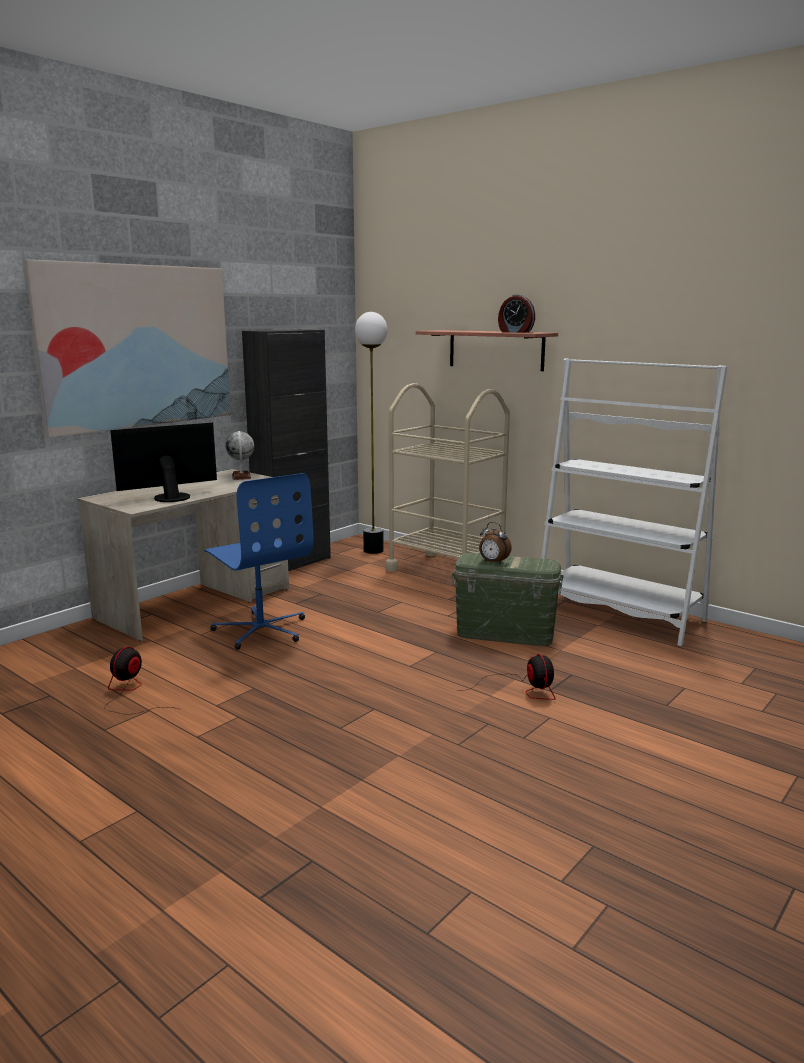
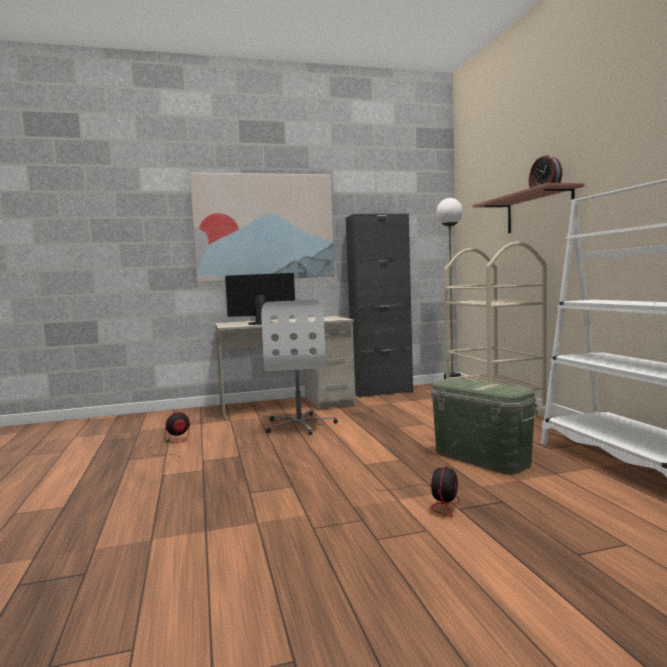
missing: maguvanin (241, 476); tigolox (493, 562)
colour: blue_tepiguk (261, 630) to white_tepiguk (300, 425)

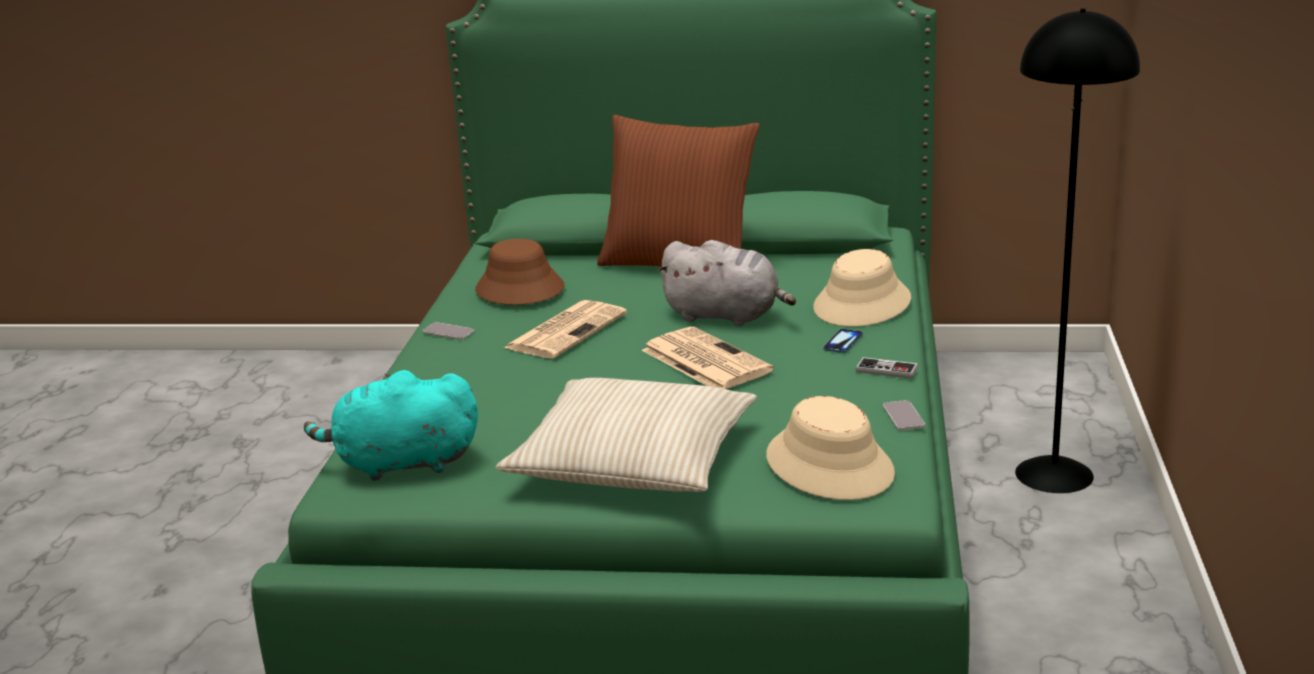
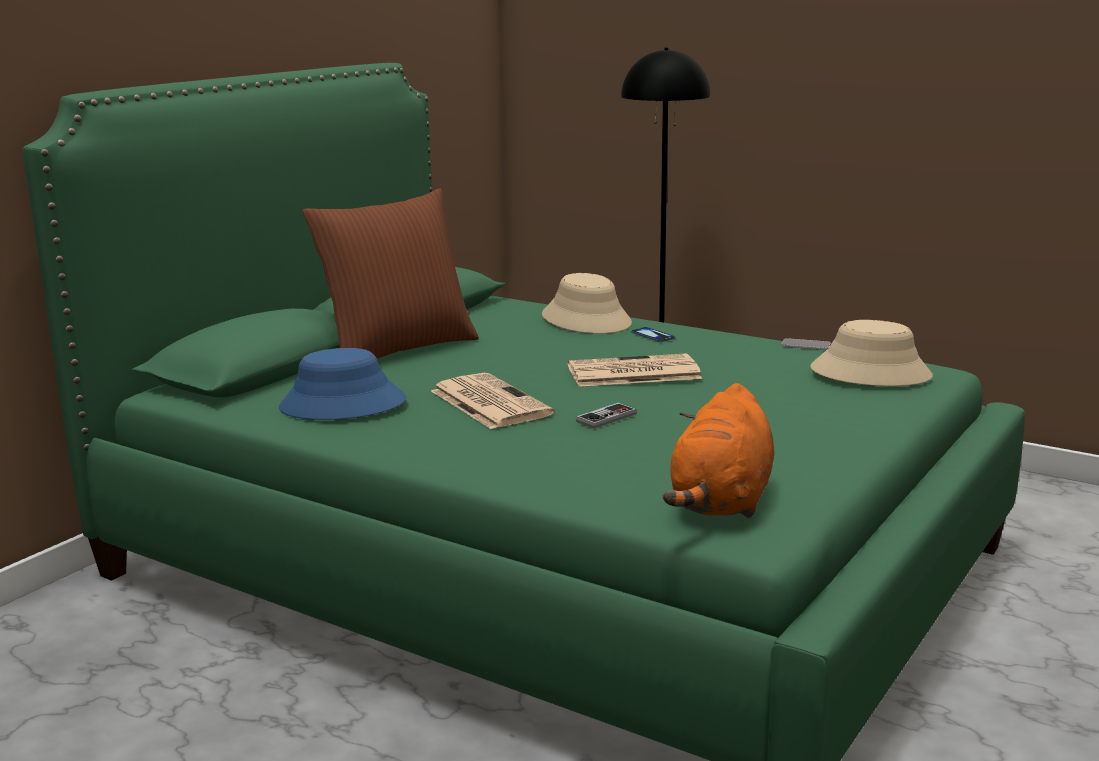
missing: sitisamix (448, 332); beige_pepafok (633, 460); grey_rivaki (726, 316)
relocated: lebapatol (886, 370) to (606, 418)
colour: turquoise_rivaki (401, 464) to orange_rivaki (721, 502); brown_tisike (519, 289) to blue_tisike (342, 405)

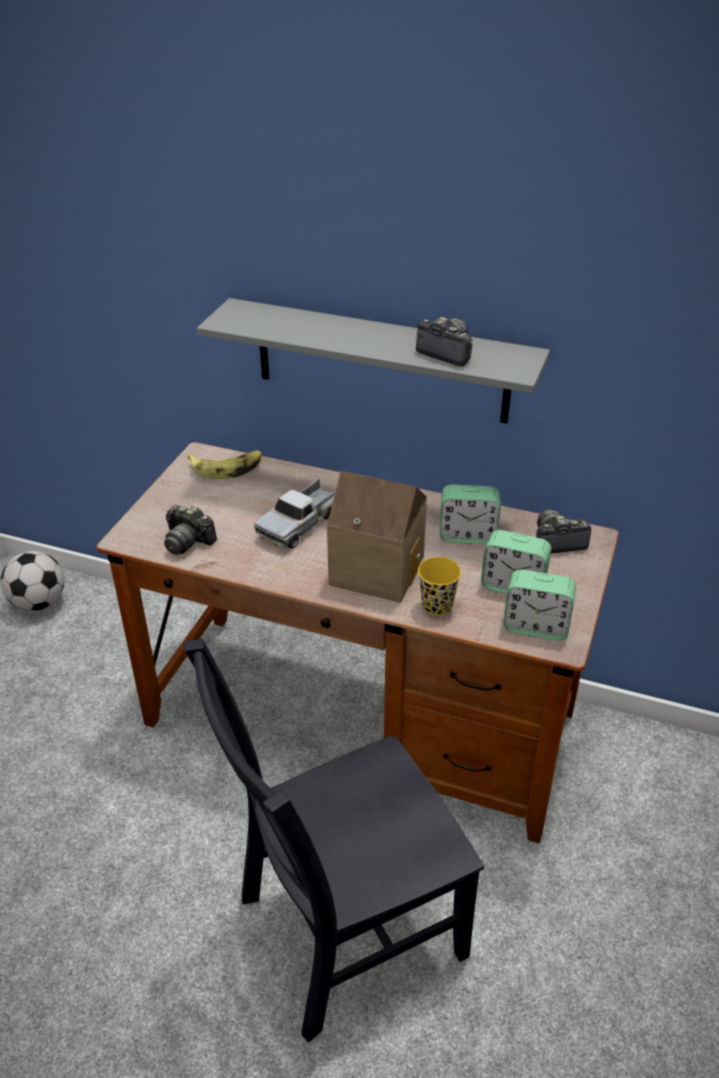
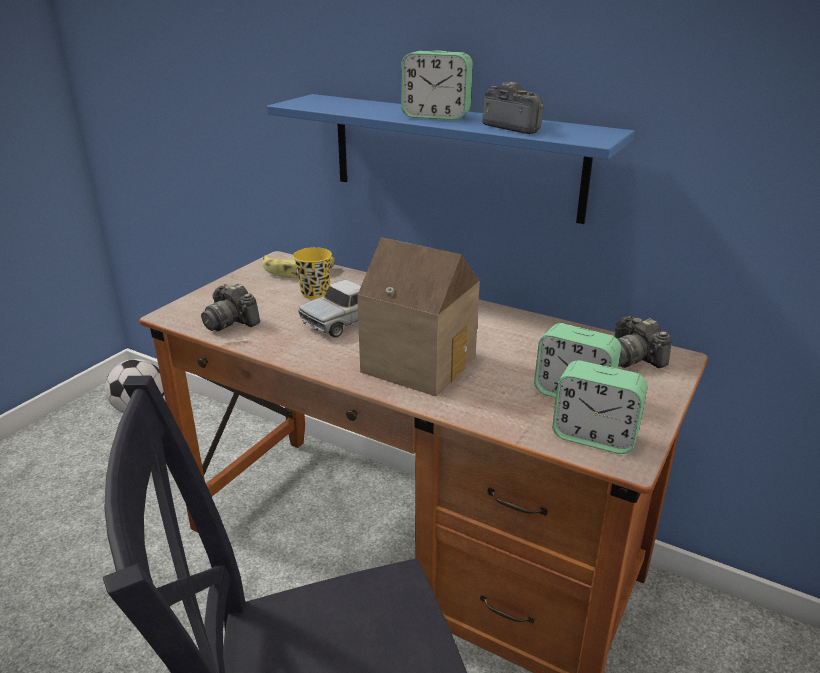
relocated: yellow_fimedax (437, 606) to (315, 293); tigolox (467, 535) to (436, 116)
colour: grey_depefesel (381, 361) to blue_depefesel (454, 156)
spun: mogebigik (557, 542) = (633, 358) 120 degrees counterclockwise

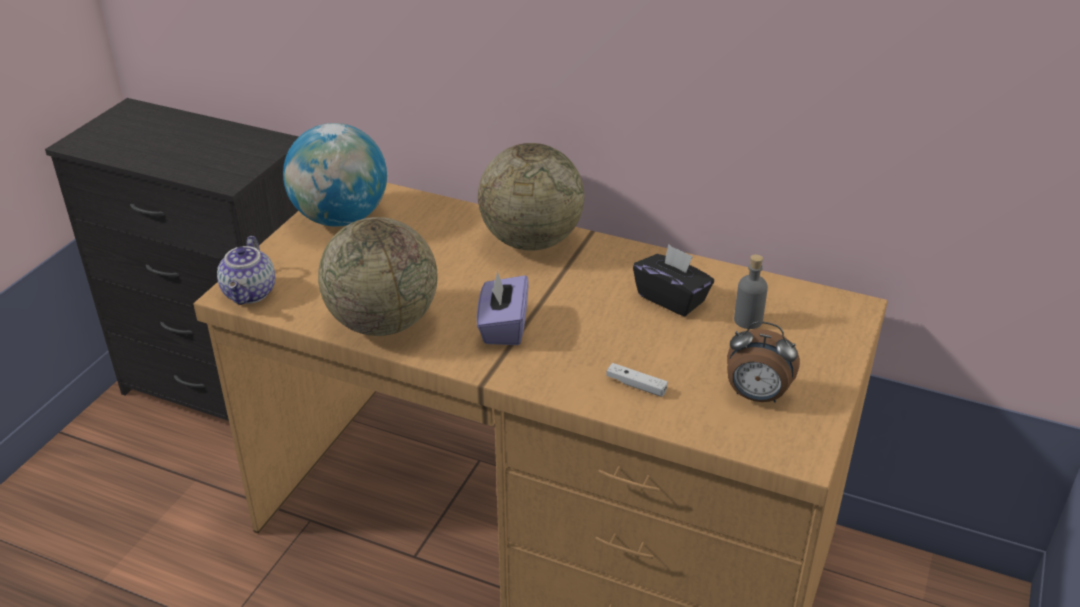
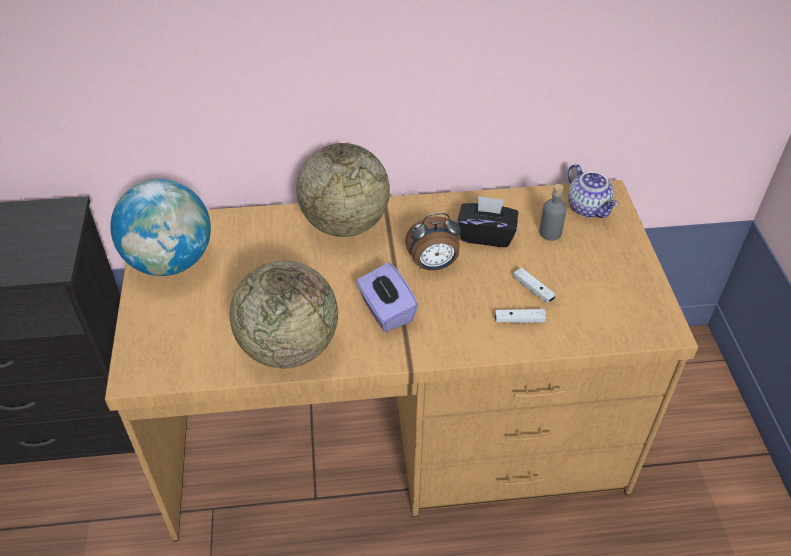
appeared: white_lebapatol (533, 289)
relocated: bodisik (251, 293) to (589, 208); tigolox (756, 396) to (433, 265)

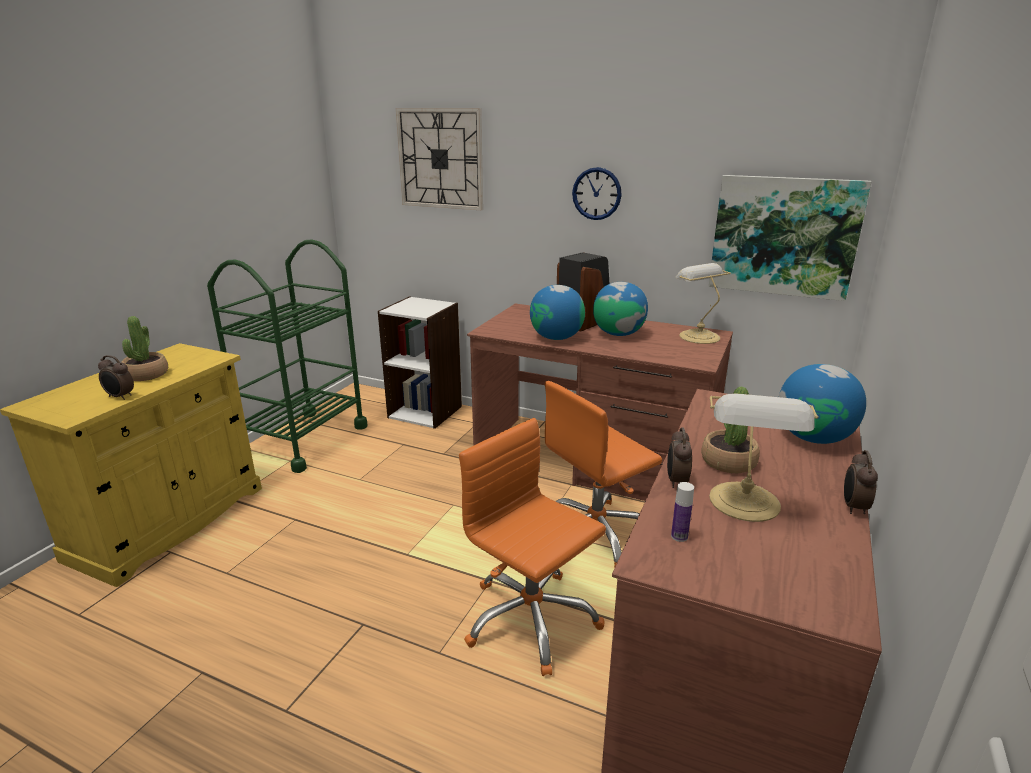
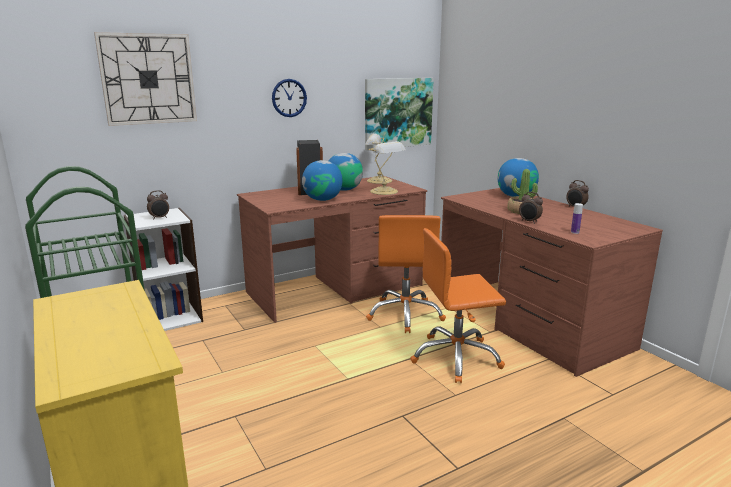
missing: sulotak (146, 374)
relocated: tigolox (120, 397) to (159, 218); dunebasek (745, 503) to (385, 191)

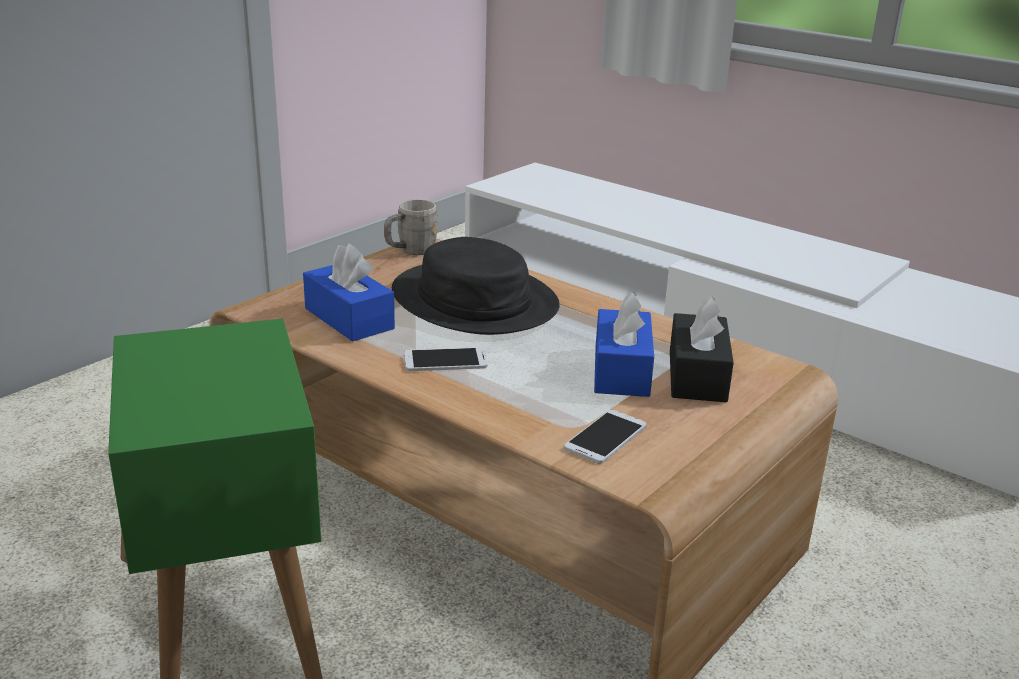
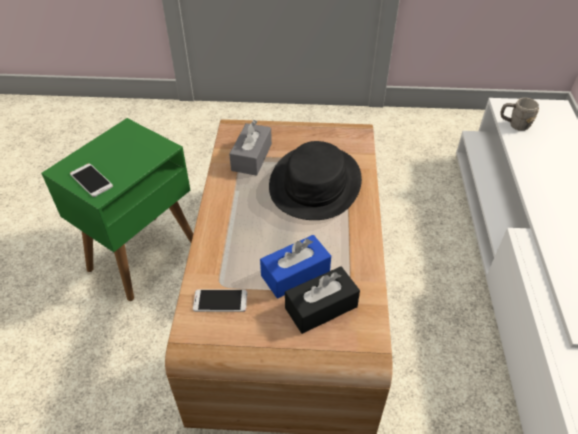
relocated: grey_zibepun (410, 251) to (514, 124); sitisamix (445, 360) to (91, 180)
colour: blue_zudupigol (349, 318) to grey_zudupigol (251, 157)

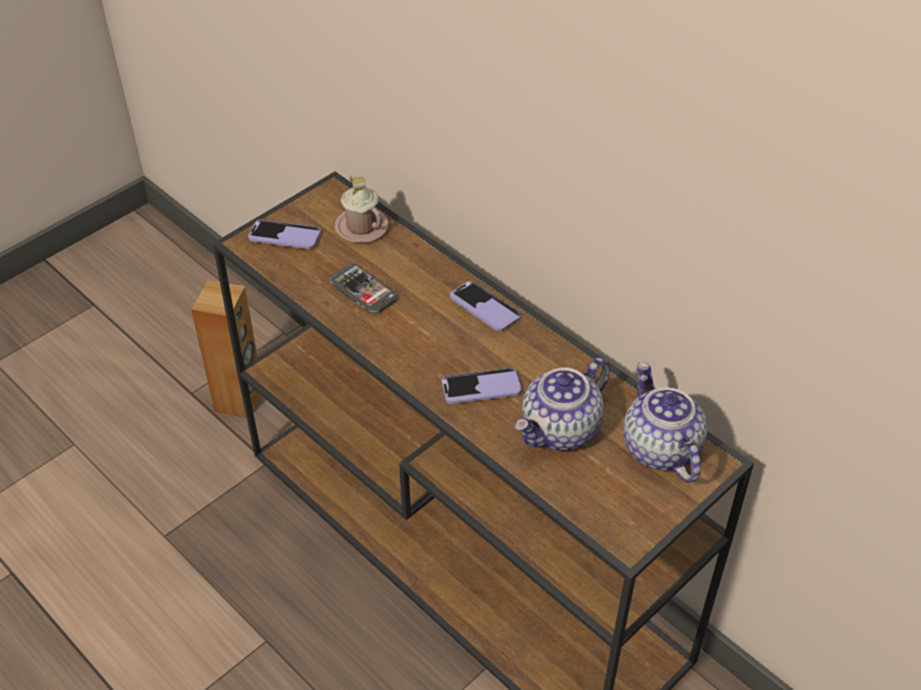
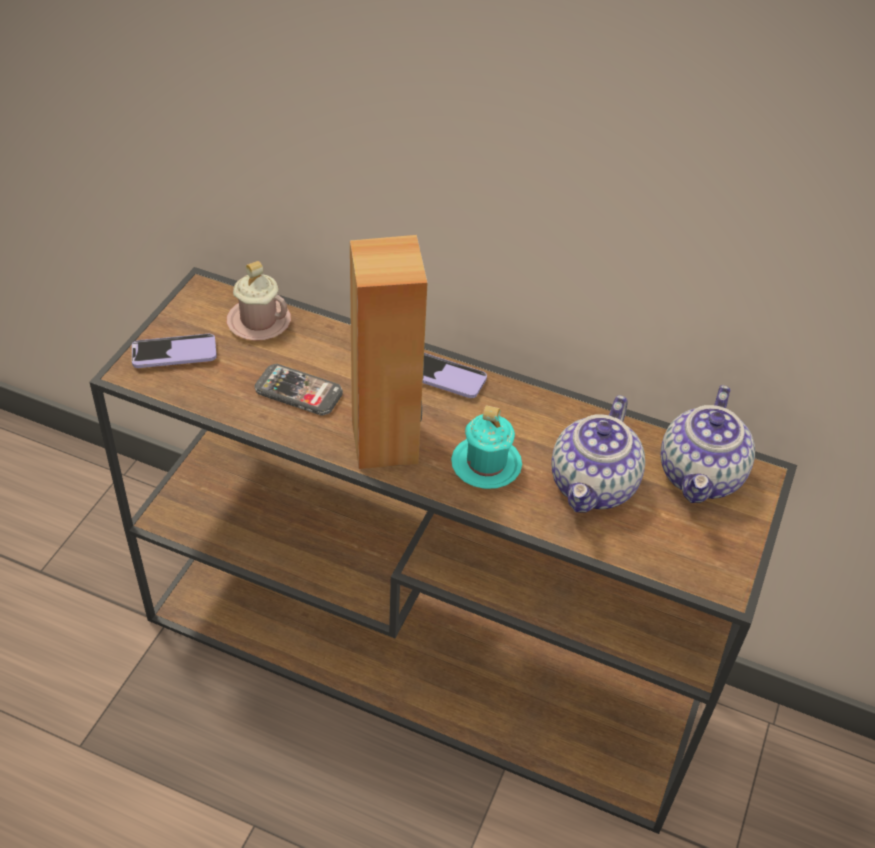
relocated: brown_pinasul (240, 400) to (386, 441)
exchanged: sitisamix (481, 388) to turquoise_zibepun (486, 464)
spun: bodisik (659, 448) = (701, 476) 120 degrees counterclockwise

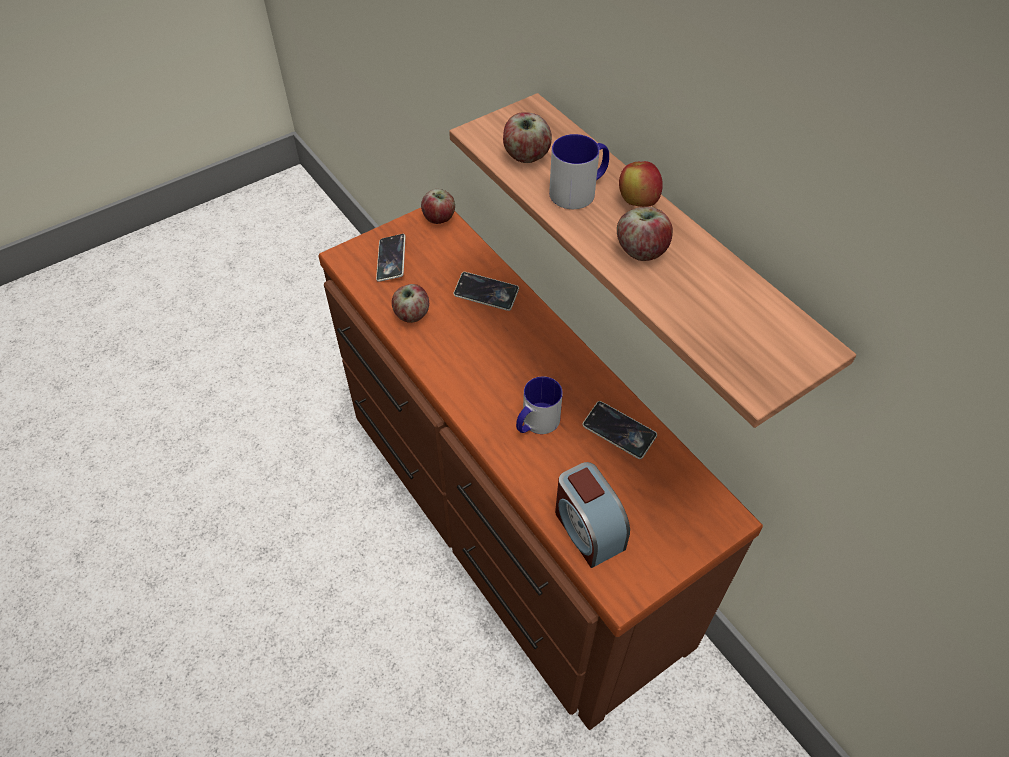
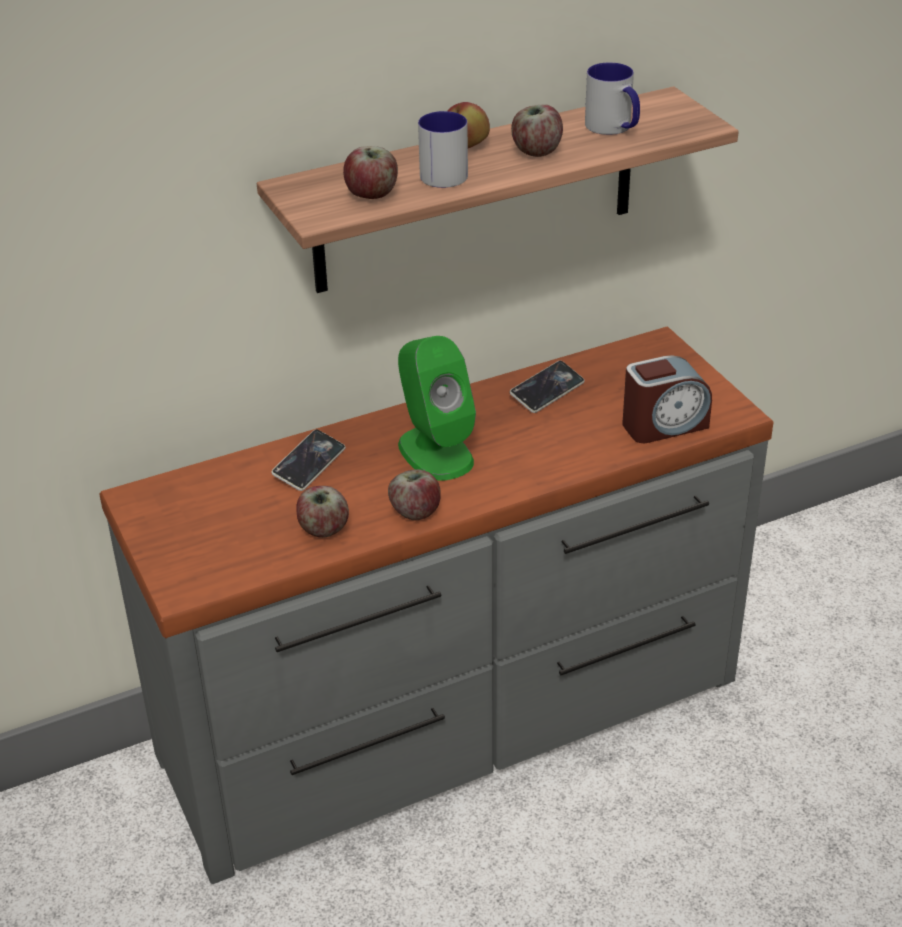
missing: sitisamix (391, 260)
appeared: green_pinasul (435, 452)
relocated: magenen (439, 218) to (415, 511); zibepun (536, 423) to (614, 128)
colour: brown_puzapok (507, 521) to grey_puzapok (454, 721)

